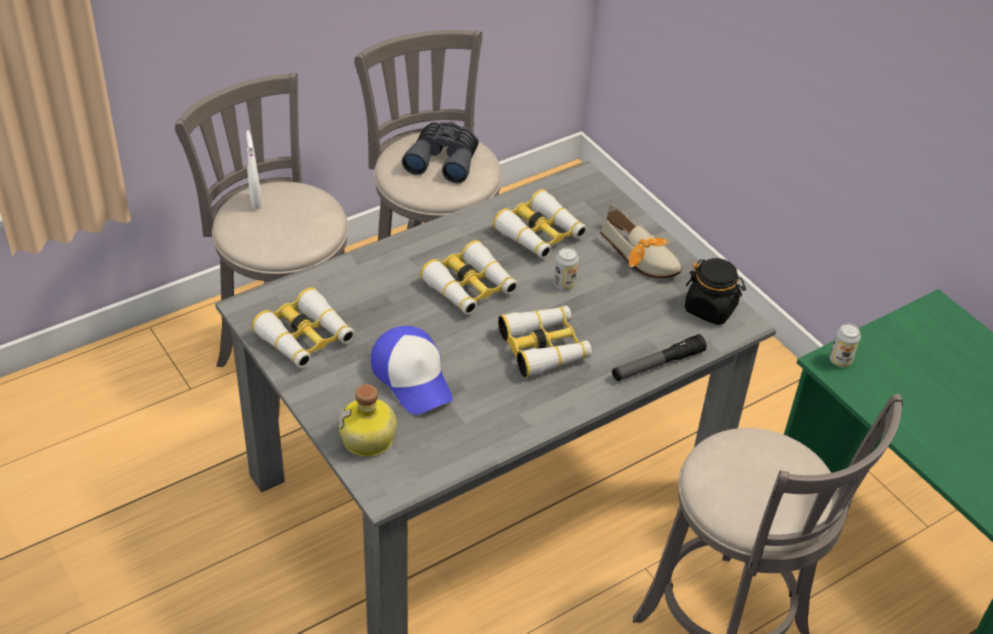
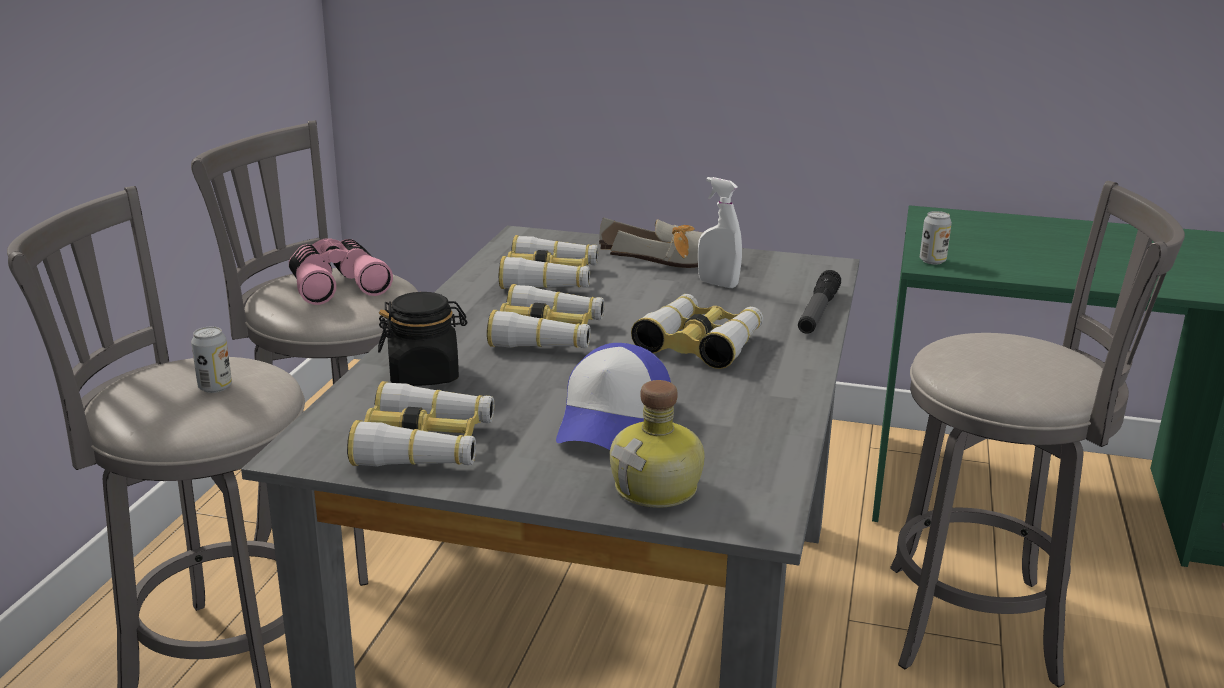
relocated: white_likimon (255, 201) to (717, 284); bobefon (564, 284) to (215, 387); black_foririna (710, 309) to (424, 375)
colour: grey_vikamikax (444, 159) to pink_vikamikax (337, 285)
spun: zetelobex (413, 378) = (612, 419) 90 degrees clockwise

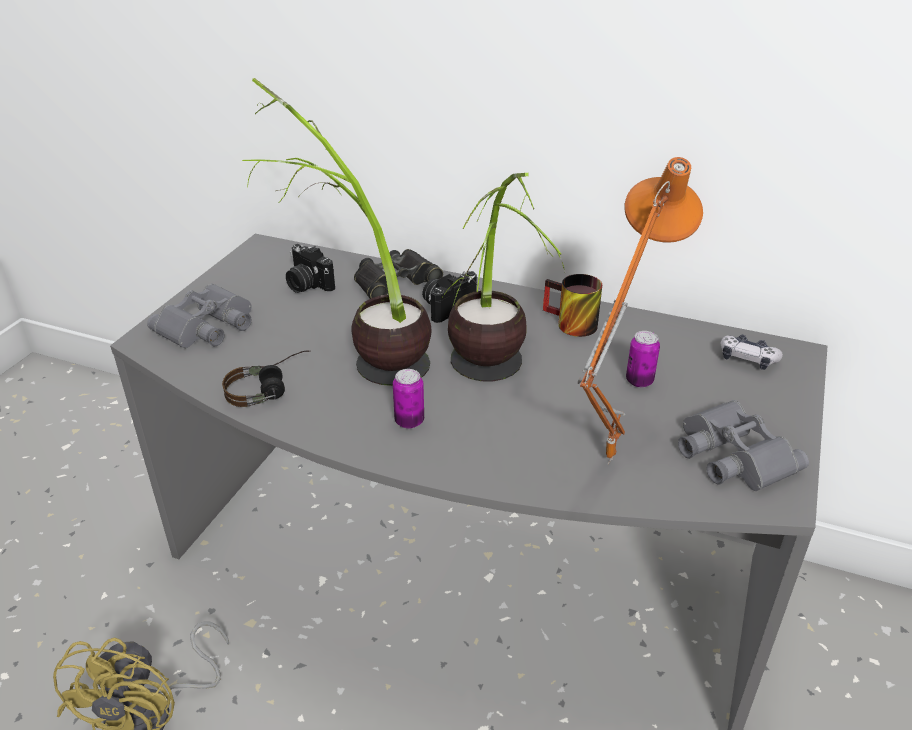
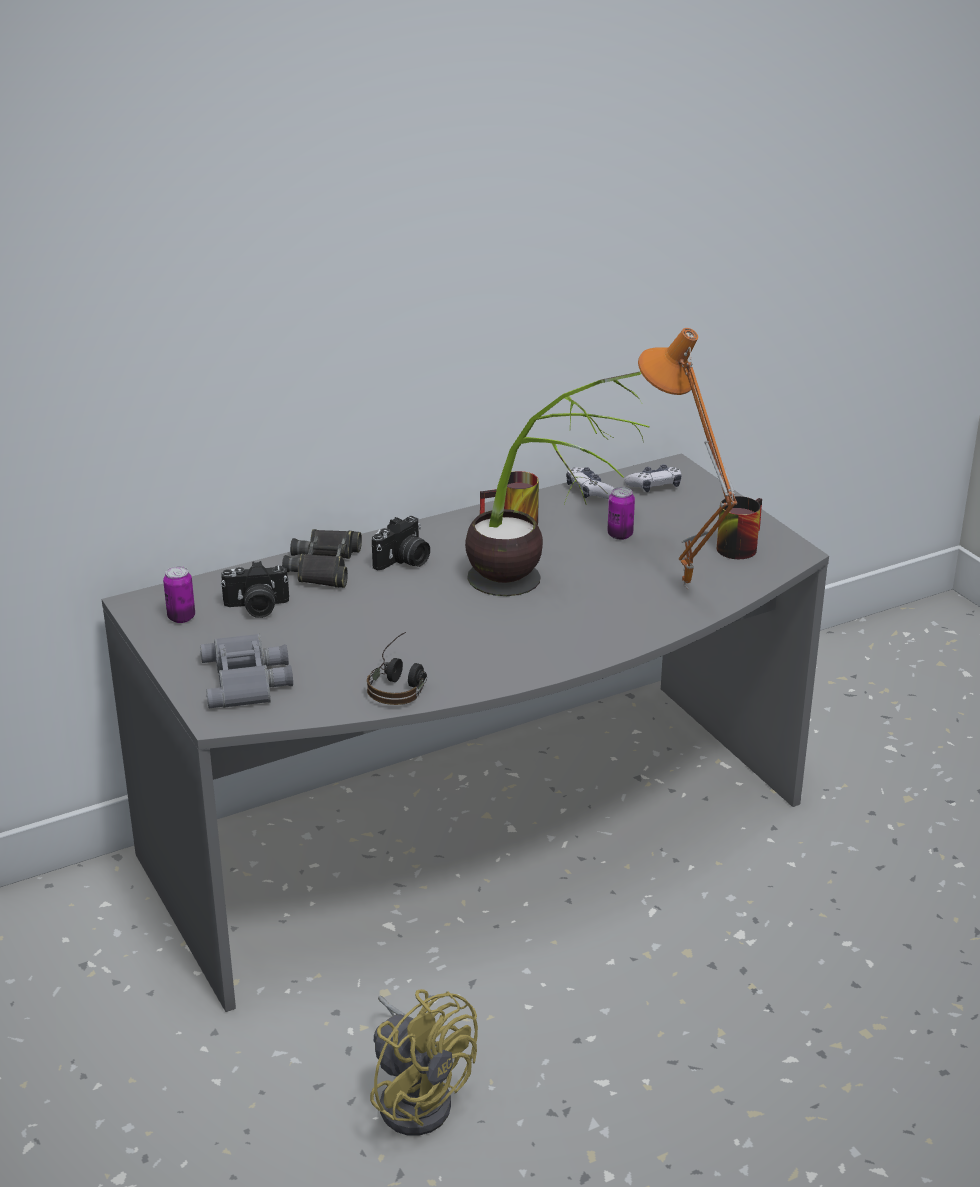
missing: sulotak (359, 348)
appeared: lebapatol (590, 491)
relocated: bobefon (409, 421) to (181, 617)
exchanged: grey_vikamikax (731, 455) to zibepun (737, 545)
spun: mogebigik (447, 307) = (404, 561) 135 degrees counterclockwise

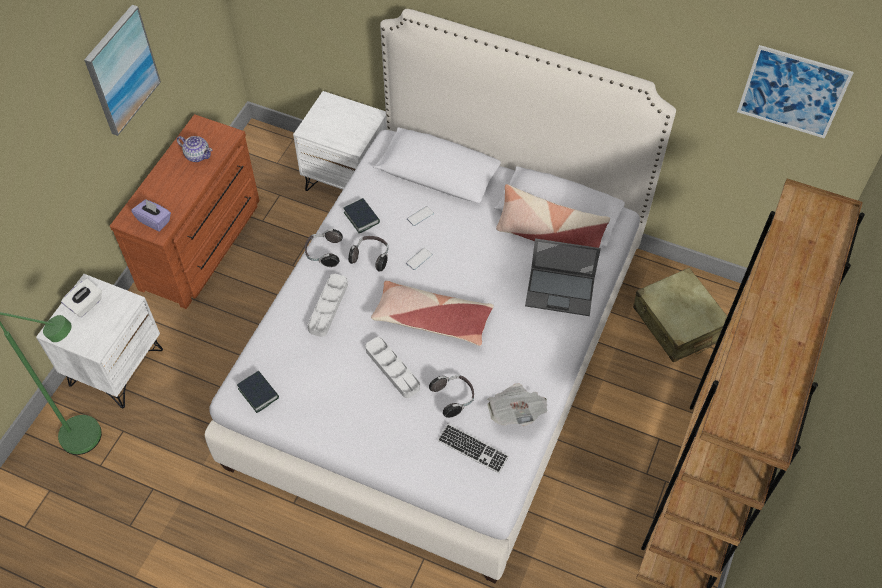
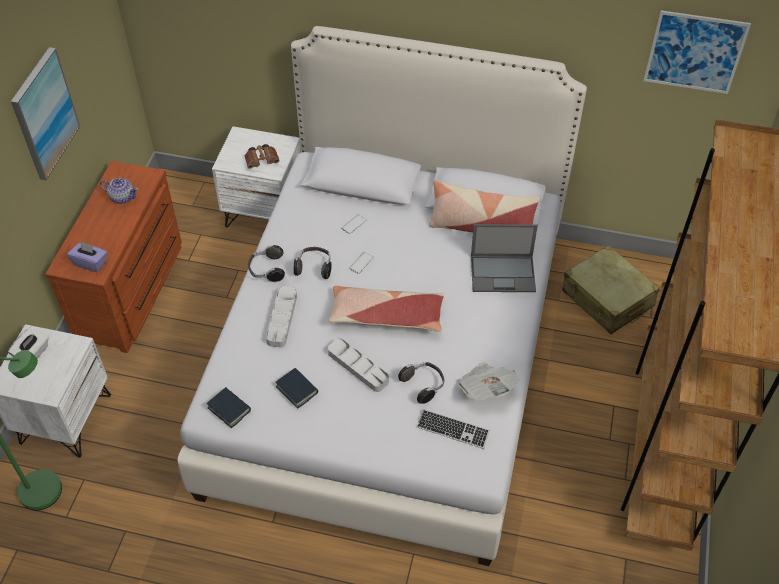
appeared: brown_vikamikax (263, 161)
relocated: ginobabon (361, 218) to (297, 390)

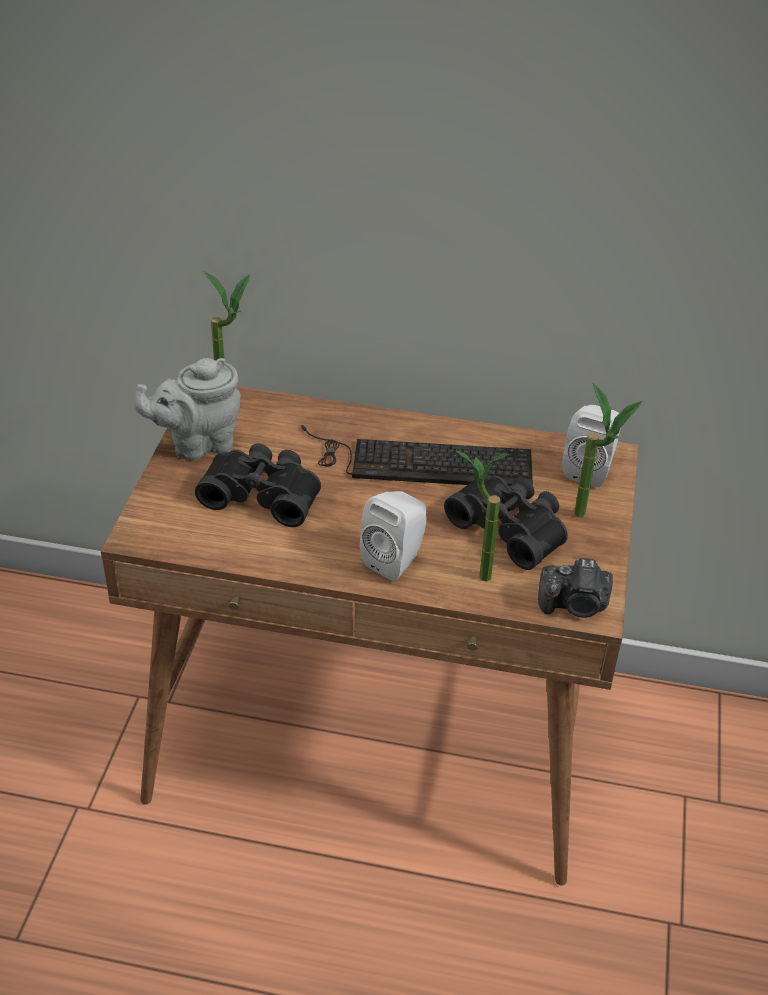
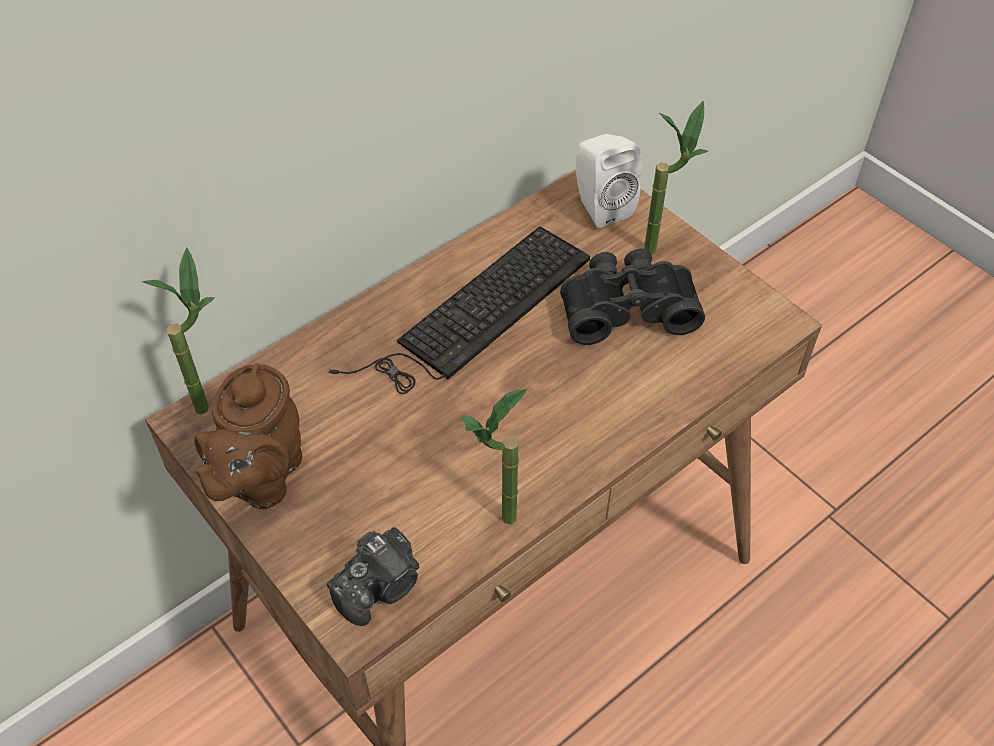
missing: black_vikamikax (263, 494); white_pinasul (396, 560)
relocated: sulotak (473, 573) to (495, 524); mogebigik (574, 605) to (380, 587)
colour: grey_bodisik (198, 443) to brown_bodisik (260, 478)

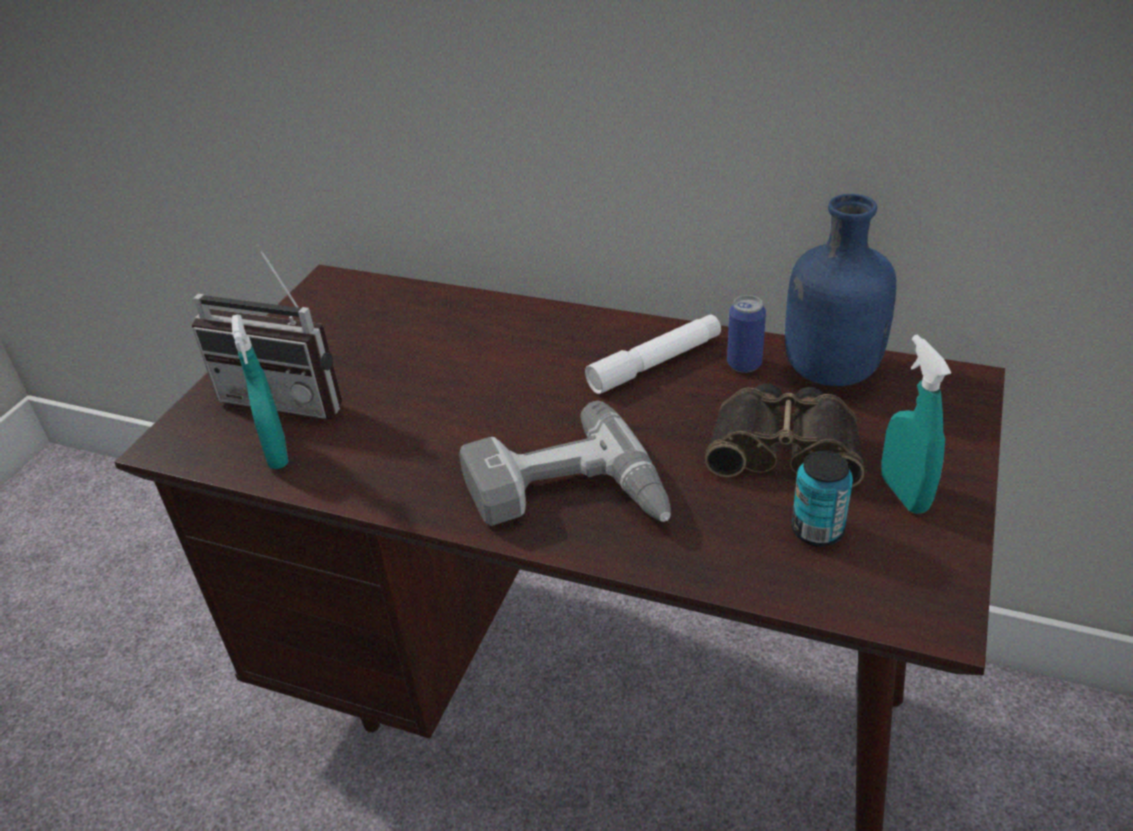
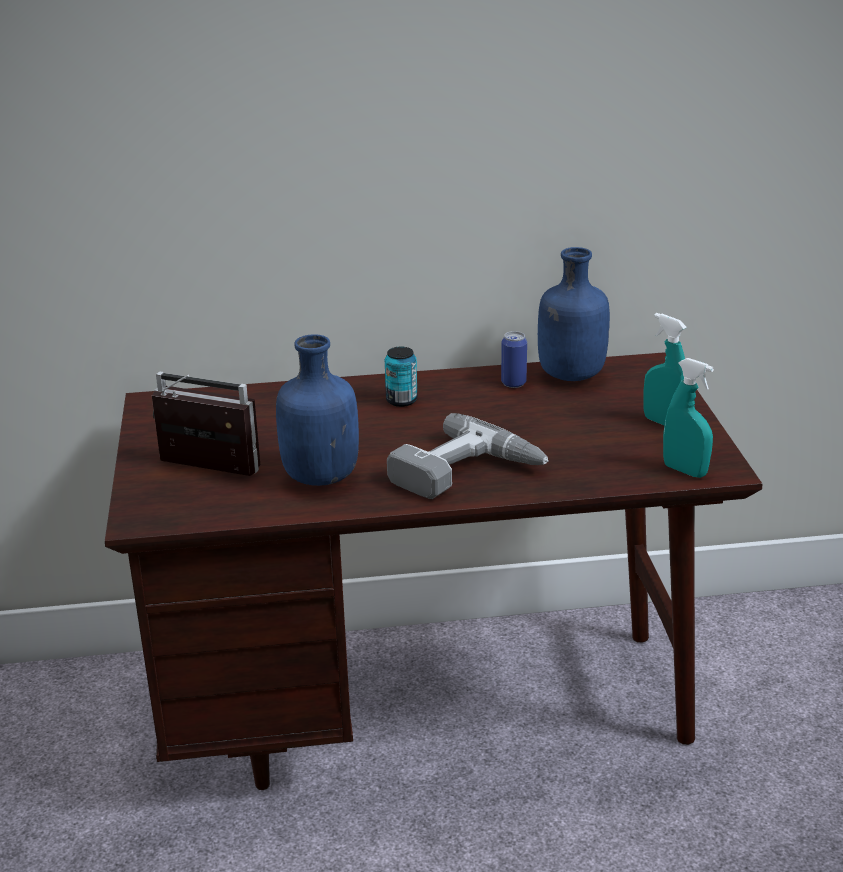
missing: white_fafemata (655, 363); vikamikax (785, 446)
appeared: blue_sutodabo (319, 476)
relocated: turquoise_likimon (277, 453) to (684, 470); bobefon (817, 531) to (401, 400)
spun: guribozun (290, 395) = (203, 471) 150 degrees counterclockwise

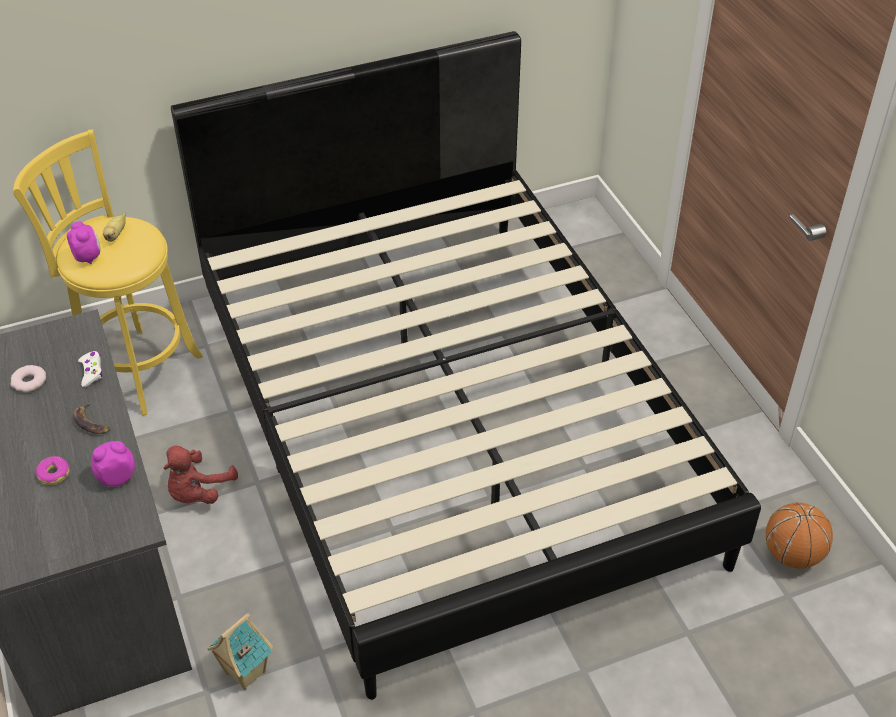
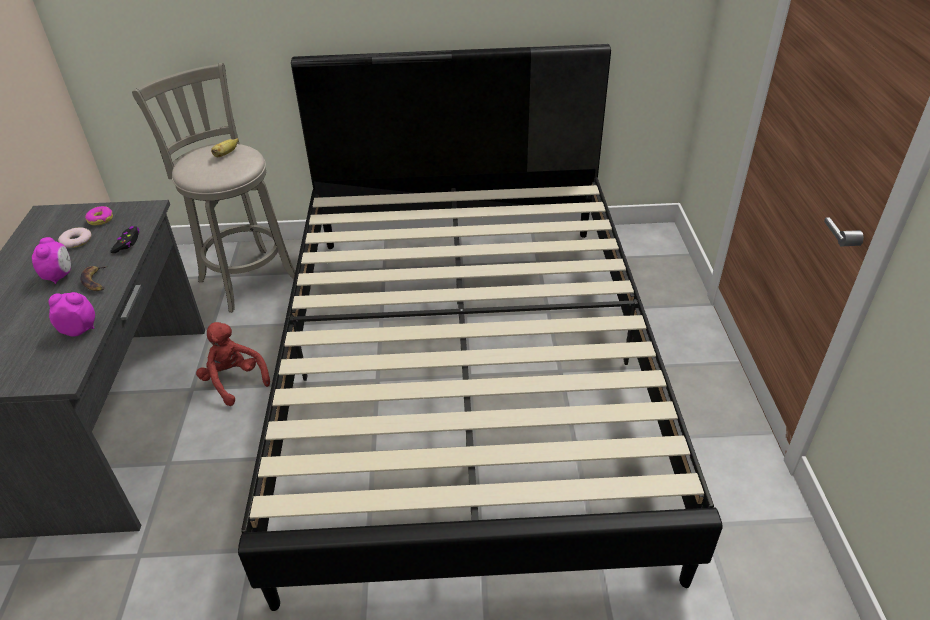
missing: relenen (244, 673); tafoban (792, 554)
relocated: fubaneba (54, 474) to (100, 219); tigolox (88, 257) to (59, 276)
colour: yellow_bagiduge (137, 368) to grey_bagiduge (246, 277); white_lebapatol (91, 372) to black_lebapatol (127, 243)
spun: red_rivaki (198, 492) = (234, 381) 90 degrees clockwise

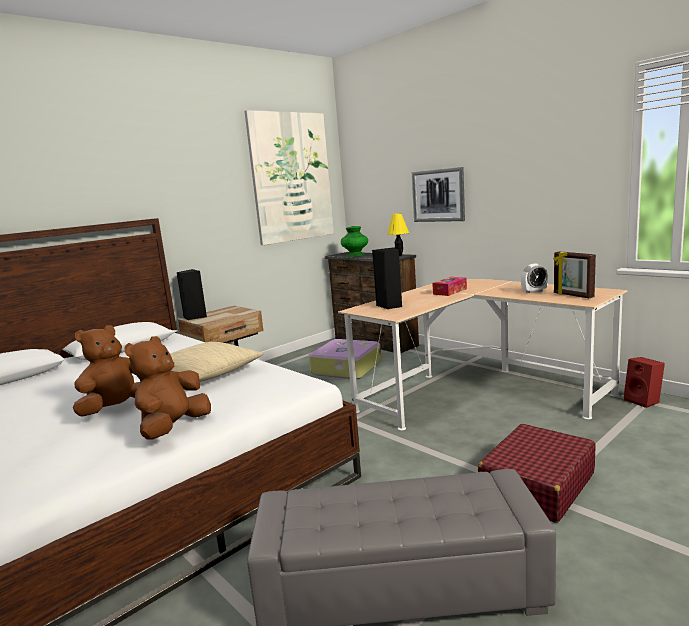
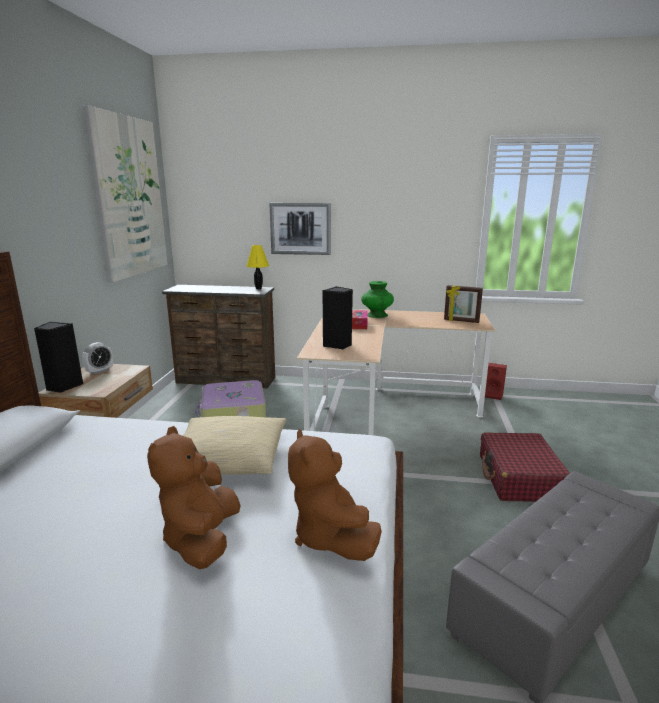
relocated: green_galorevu (355, 255) to (377, 315); tigolox (534, 291) to (99, 371)

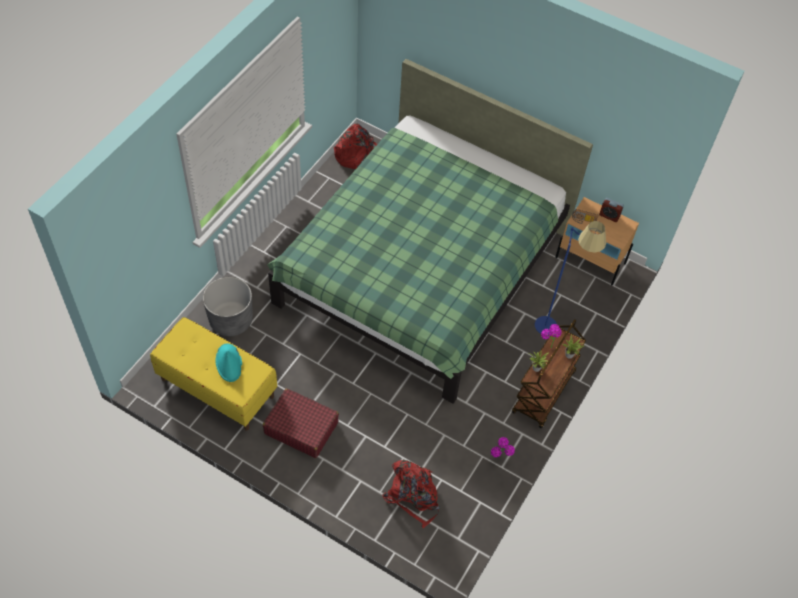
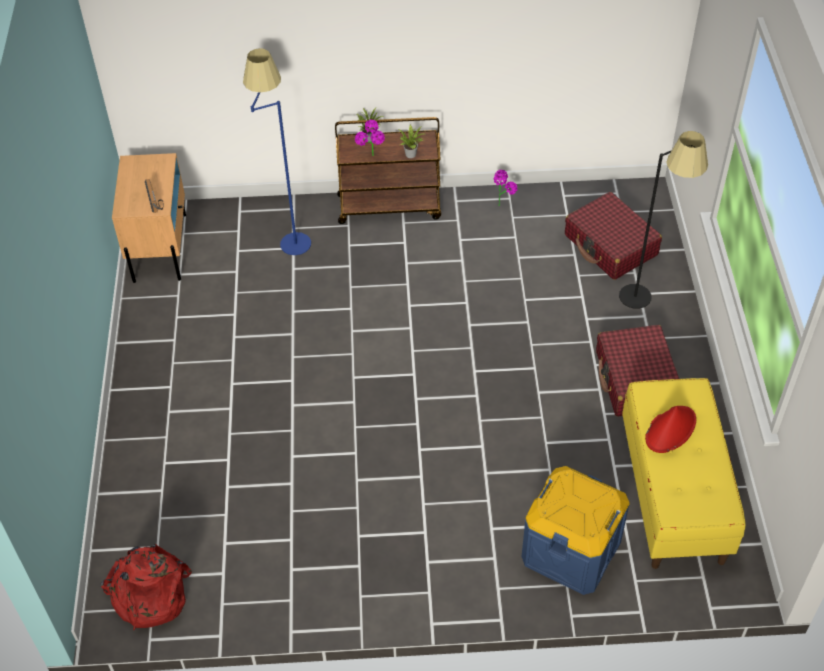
missing: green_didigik (422, 267); tigolox (609, 216)
appeared: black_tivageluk (647, 304)
exchanged: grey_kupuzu (231, 320) to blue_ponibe (571, 550); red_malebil (413, 496) to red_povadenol (610, 245)
colour: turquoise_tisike (229, 363) to red_tisike (670, 429)

